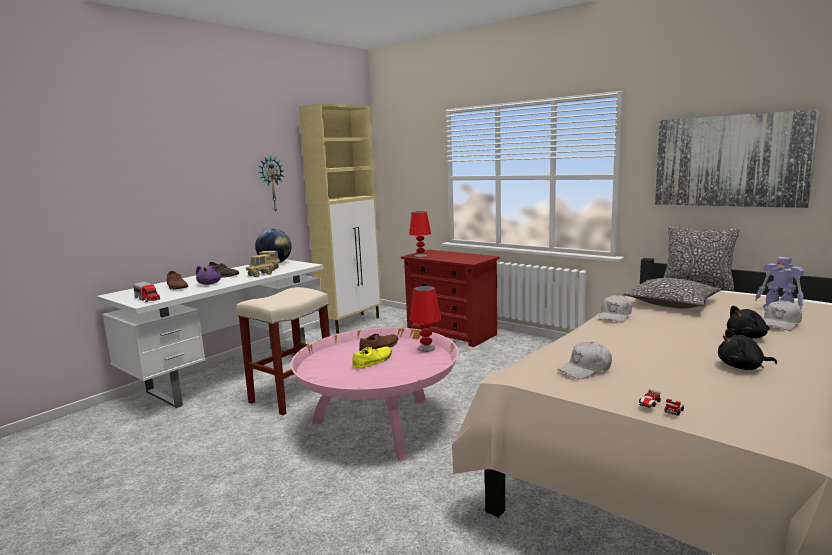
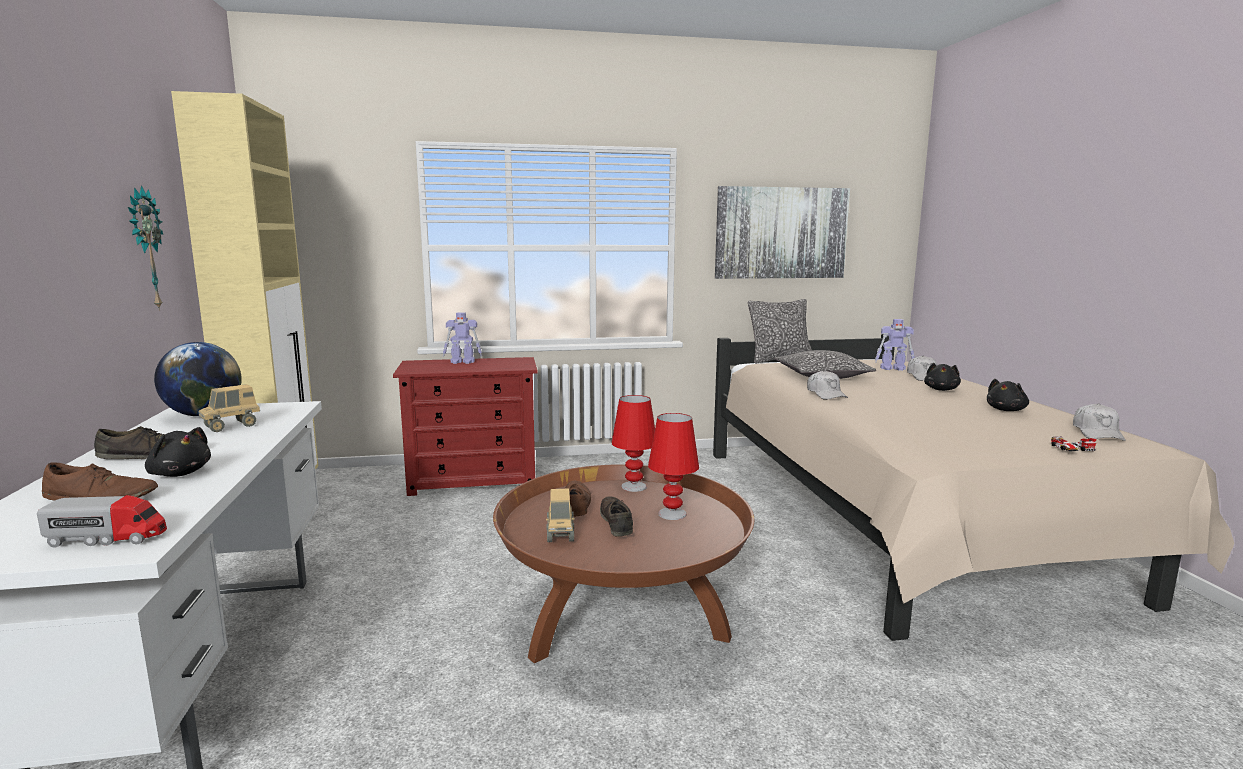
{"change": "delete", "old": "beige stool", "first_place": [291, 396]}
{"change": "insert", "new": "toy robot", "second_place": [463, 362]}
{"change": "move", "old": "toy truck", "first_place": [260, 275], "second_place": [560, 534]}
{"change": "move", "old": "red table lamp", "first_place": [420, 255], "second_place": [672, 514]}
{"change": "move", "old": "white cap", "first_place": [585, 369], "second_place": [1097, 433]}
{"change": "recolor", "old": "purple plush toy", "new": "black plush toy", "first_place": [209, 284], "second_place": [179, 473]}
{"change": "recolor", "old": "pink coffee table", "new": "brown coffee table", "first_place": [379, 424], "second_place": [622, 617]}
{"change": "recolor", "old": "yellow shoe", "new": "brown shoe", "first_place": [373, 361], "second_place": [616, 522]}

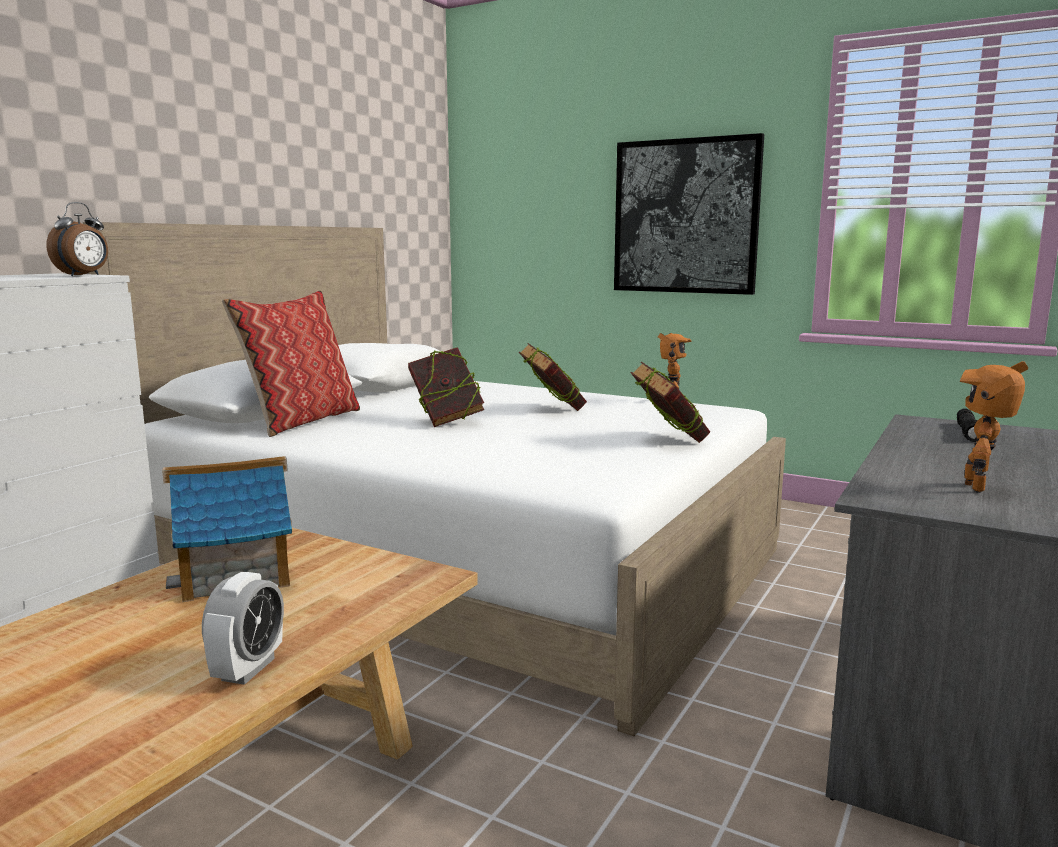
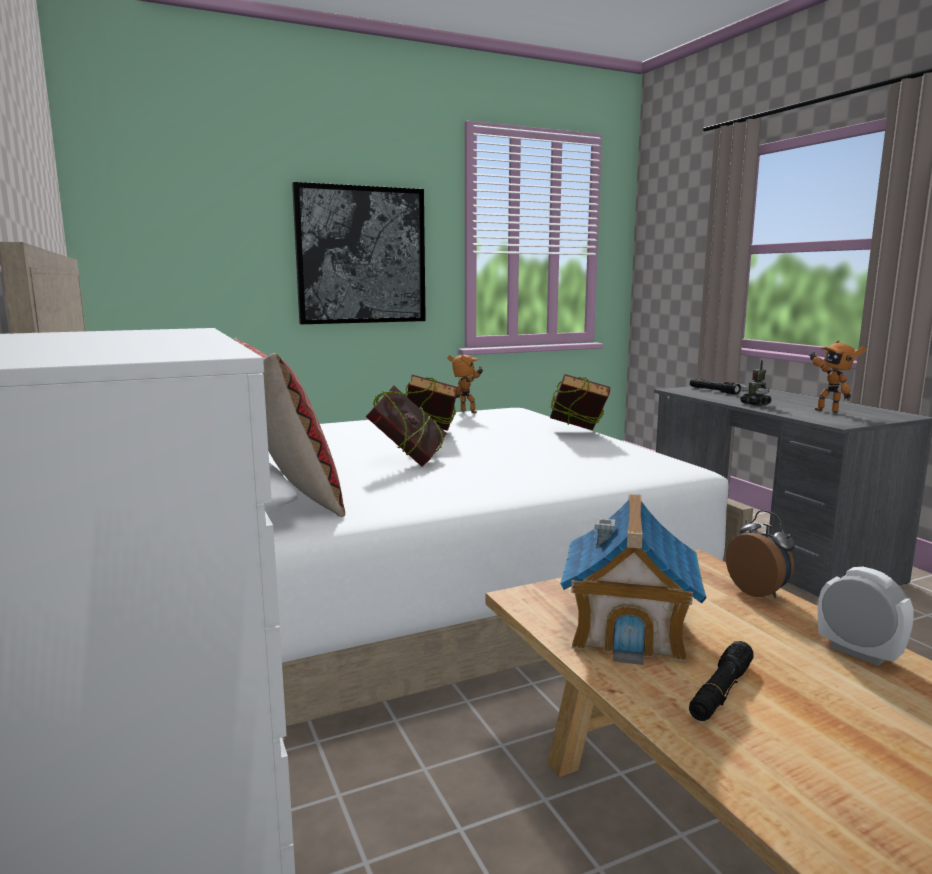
{"change": "insert", "new": "black flashlight", "second_place": [720, 691]}
{"change": "insert", "new": "toy robot", "second_place": [755, 404]}
{"change": "move", "old": "alarm clock", "first_place": [84, 275], "second_place": [759, 591]}

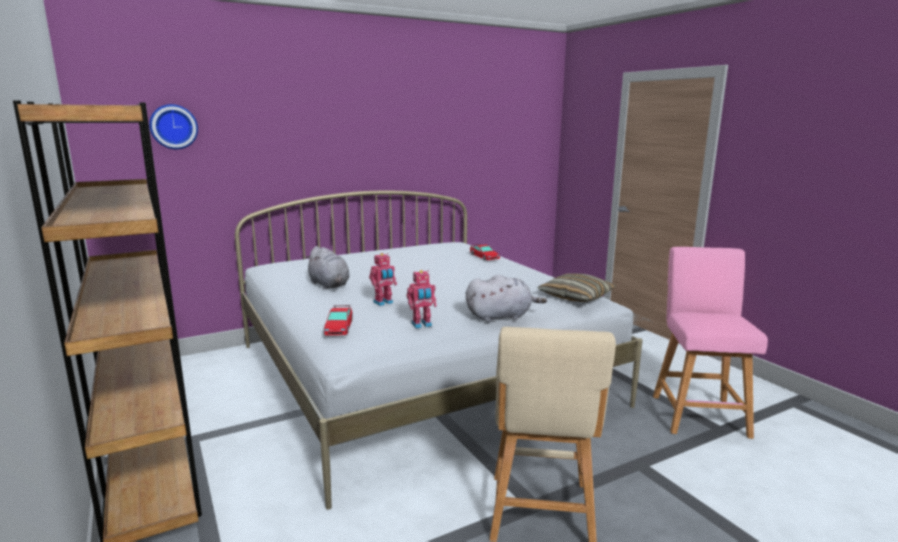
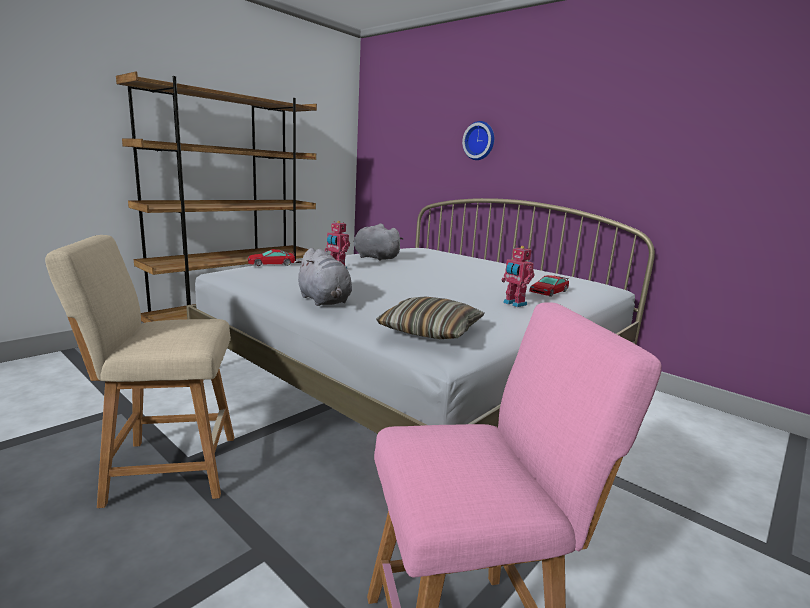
{"change": "move", "old": "wall clock", "first_place": [173, 127], "second_place": [480, 141]}
{"change": "move", "old": "toy robot", "first_place": [422, 325], "second_place": [514, 304]}
{"change": "rotate", "old": "grey plush toy", "first_place": [329, 285], "second_place": [374, 258], "degrees": 90}

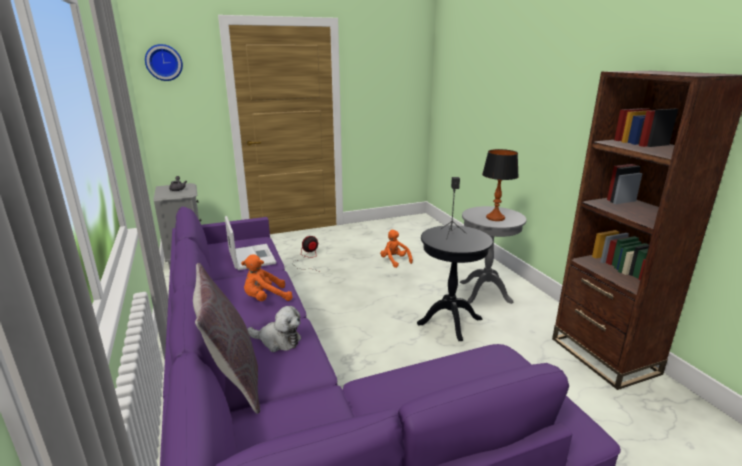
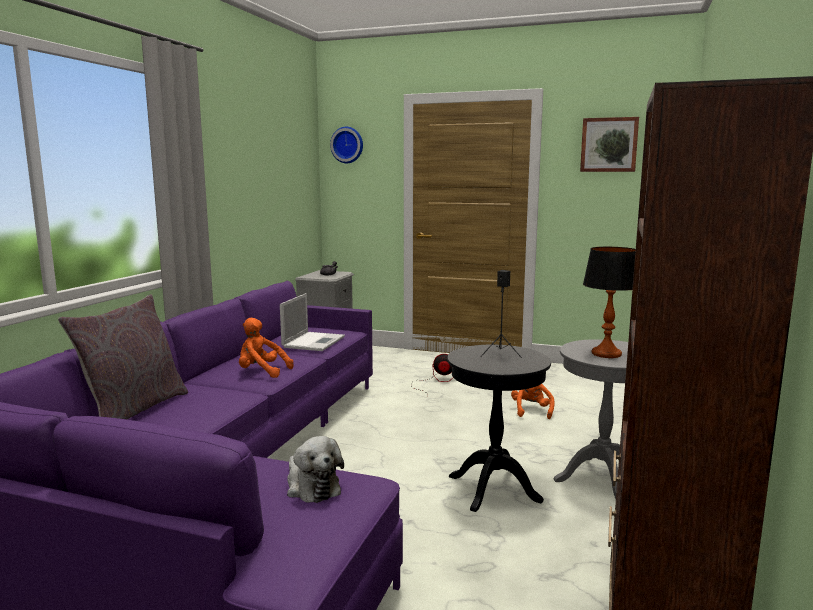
{"change": "insert", "new": "picture", "second_place": [609, 145]}
{"change": "move", "old": "plush toy", "first_place": [278, 340], "second_place": [311, 486]}

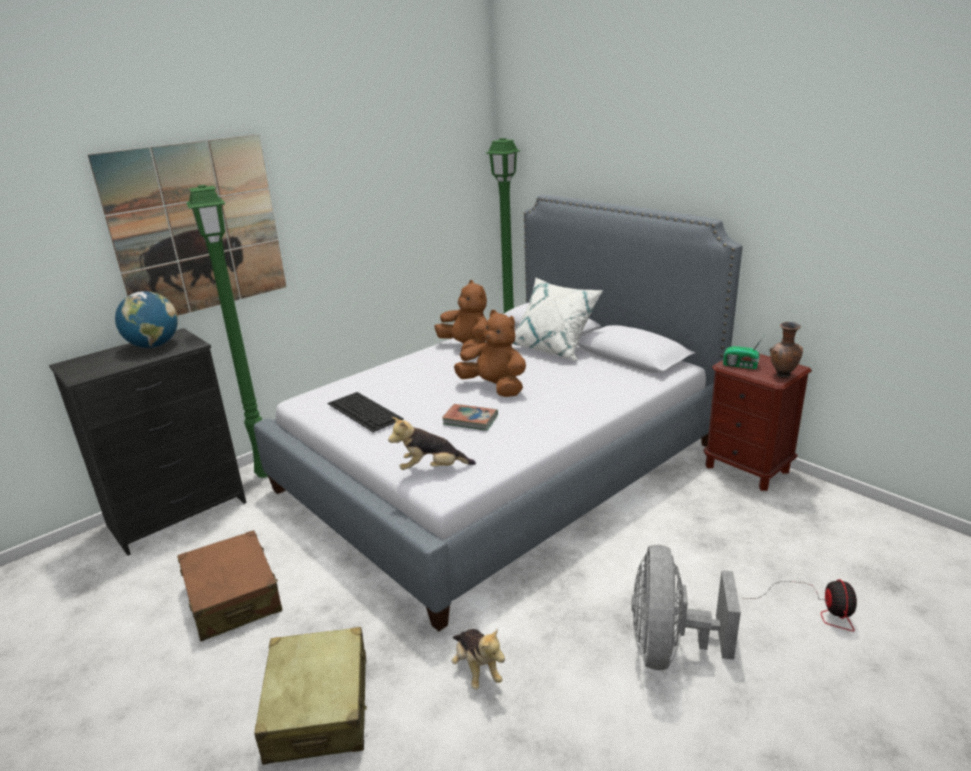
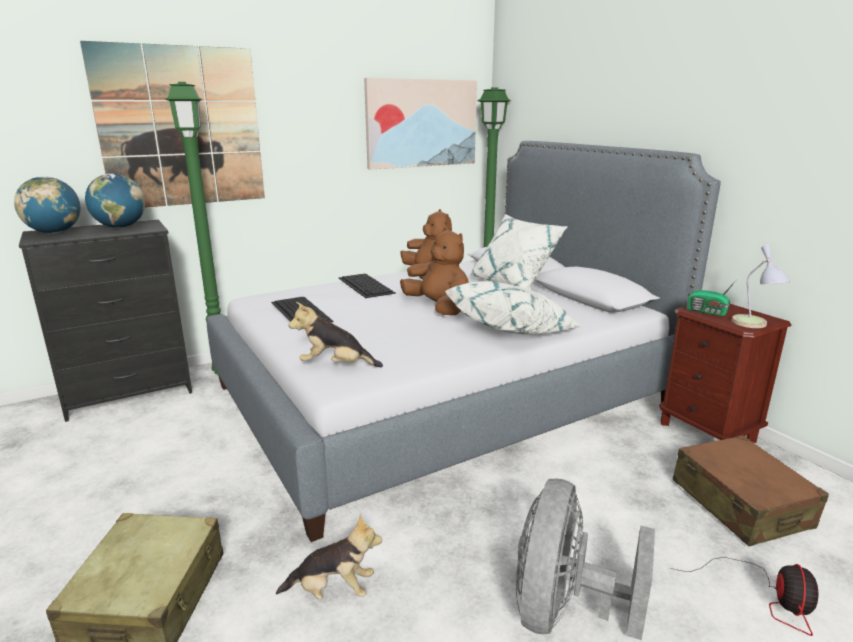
{"change": "delete", "old": "book", "first_place": [470, 420]}
{"change": "insert", "new": "globe", "second_place": [54, 232]}
{"change": "insert", "new": "keyboard", "second_place": [366, 285]}
{"change": "insert", "new": "picture", "second_place": [421, 123]}
{"change": "insert", "new": "white pillow", "second_place": [513, 331]}
{"change": "move", "old": "brown suitcase", "first_place": [233, 597], "second_place": [740, 504]}
{"change": "replace", "old": "brown vase", "new": "table lamp", "first_place": [782, 376], "second_place": [754, 325]}
{"change": "rotate", "old": "plush toy", "first_place": [477, 669], "second_place": [333, 591], "degrees": -75}

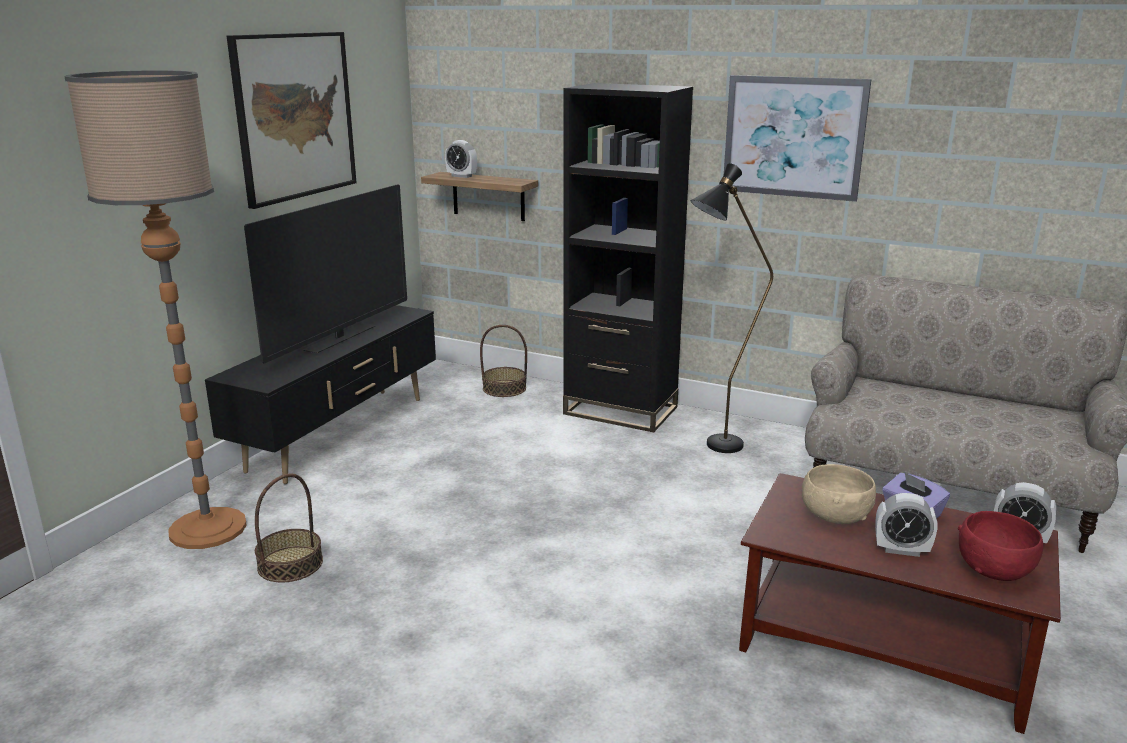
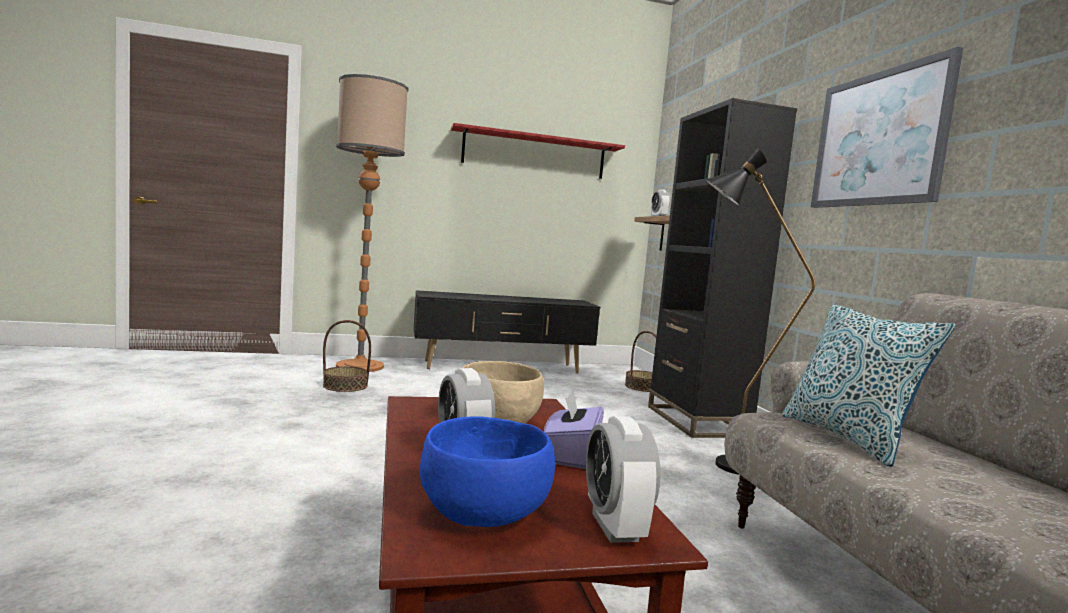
{"change": "delete", "old": "television", "first_place": [340, 338]}
{"change": "insert", "new": "pillow", "second_place": [847, 438]}
{"change": "replace", "old": "picture", "new": "red shelf", "first_place": [295, 116], "second_place": [534, 154]}
{"change": "recolor", "old": "red bowl", "new": "blue bowl", "first_place": [994, 569], "second_place": [485, 513]}

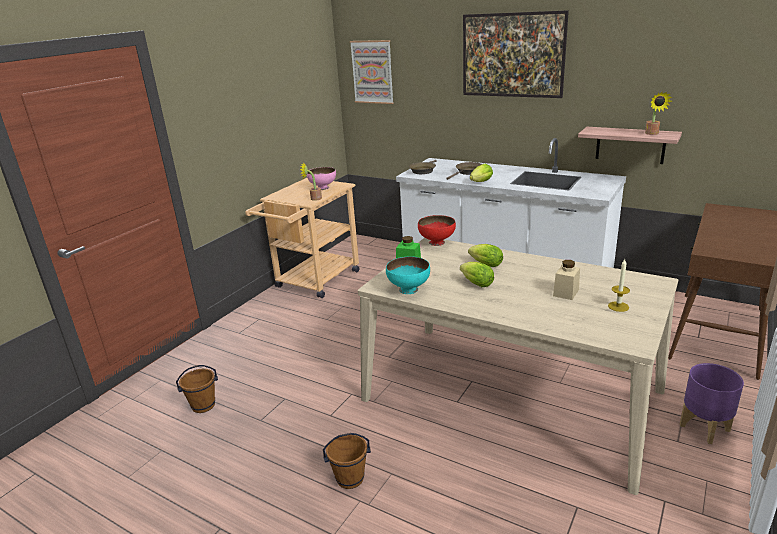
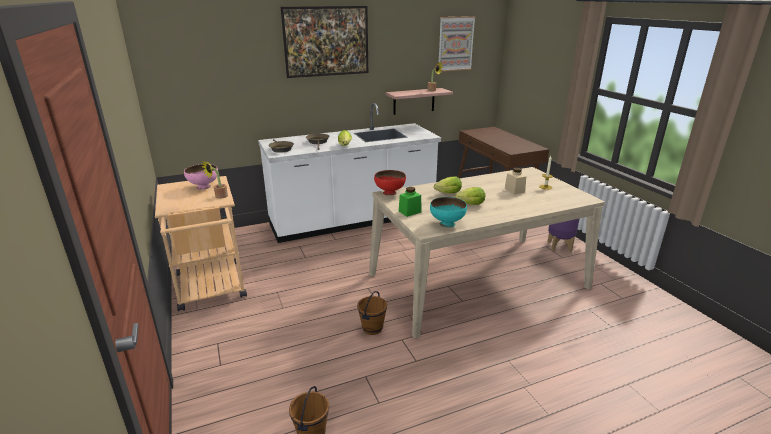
{"change": "move", "old": "brown bucket", "first_place": [350, 479], "second_place": [372, 328]}
{"change": "move", "old": "picture", "first_place": [372, 72], "second_place": [455, 44]}

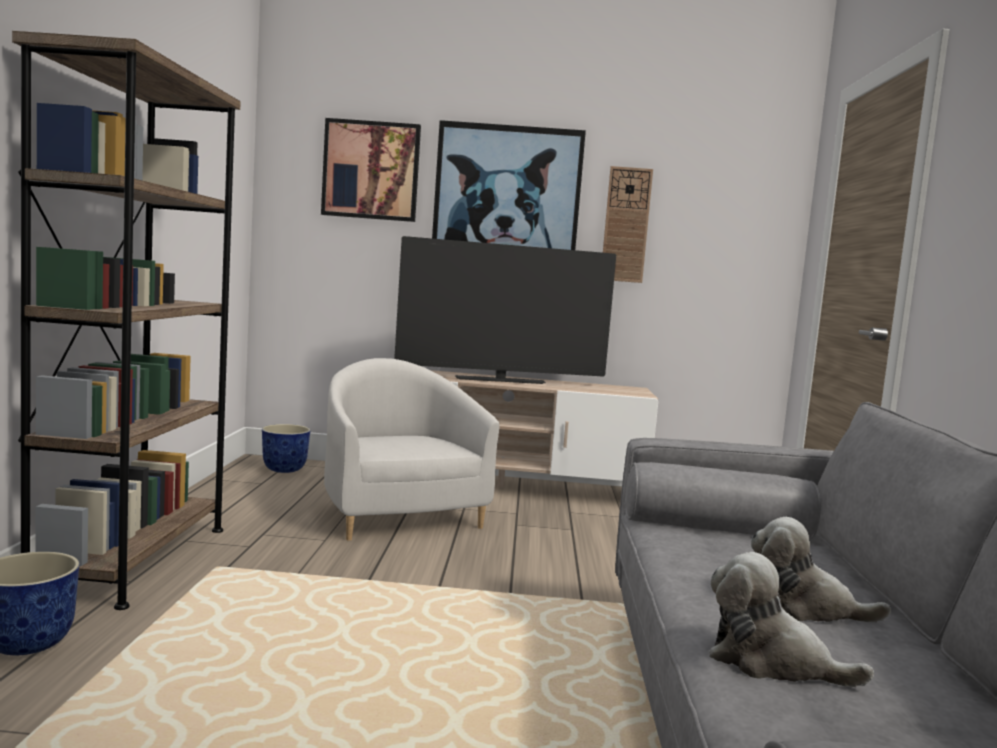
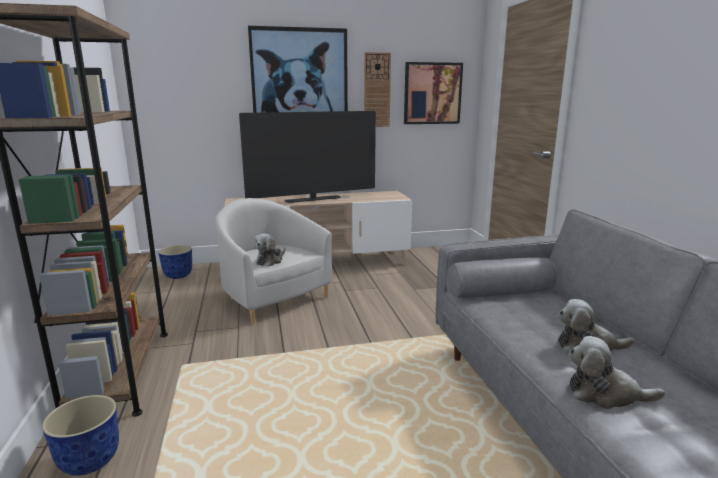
{"change": "insert", "new": "plush toy", "second_place": [270, 260]}
{"change": "move", "old": "picture", "first_place": [371, 170], "second_place": [432, 93]}

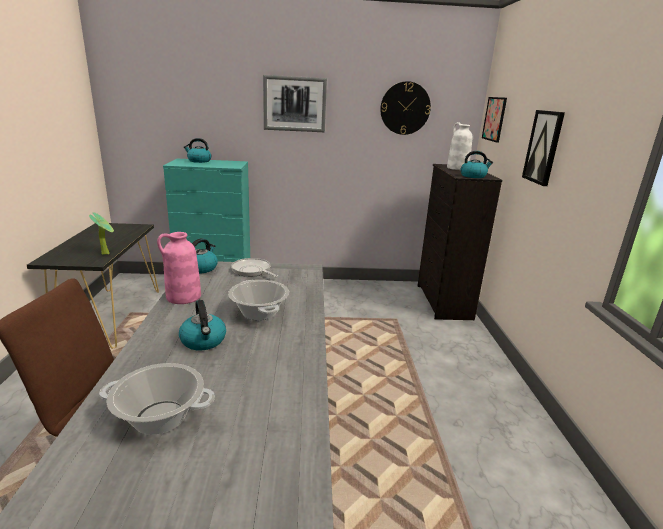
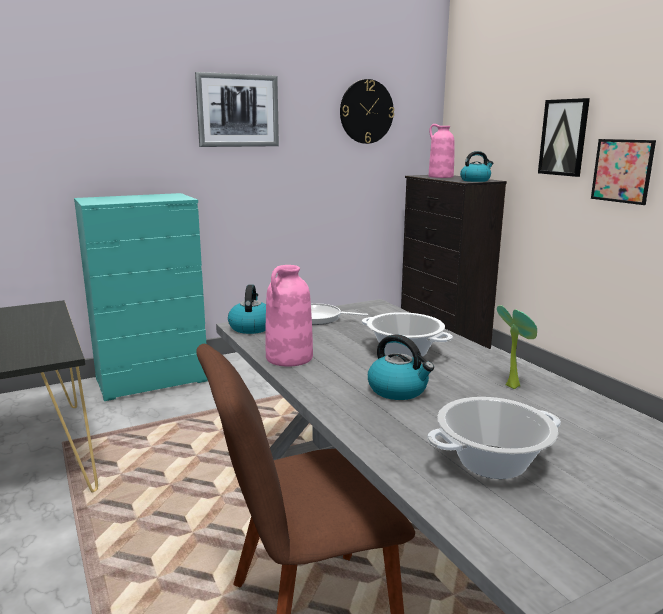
{"change": "delete", "old": "kettle", "first_place": [199, 161]}
{"change": "move", "old": "potted plant", "first_place": [107, 253], "second_place": [512, 385]}
{"change": "move", "old": "picture", "first_place": [494, 119], "second_place": [622, 171]}
{"change": "recolor", "old": "white vase", "new": "pink vase", "first_place": [457, 168], "second_place": [440, 177]}

